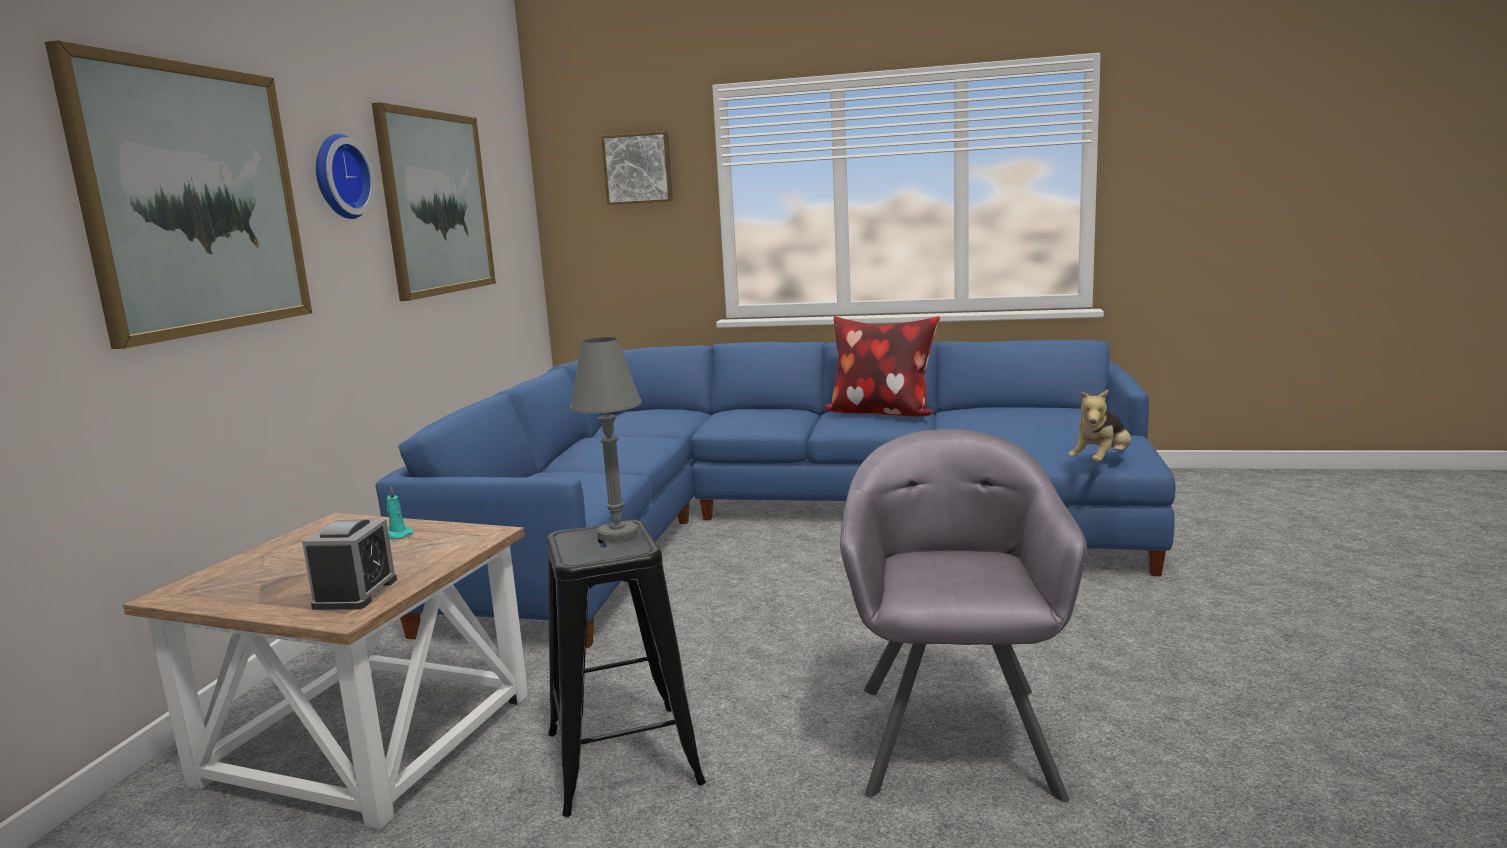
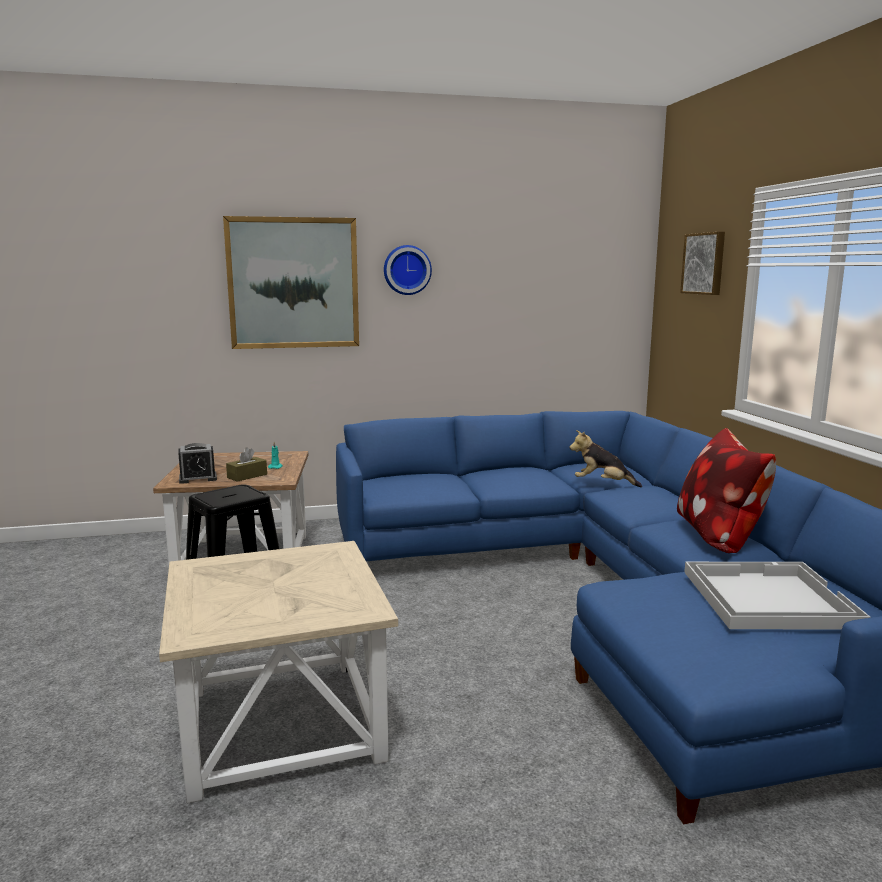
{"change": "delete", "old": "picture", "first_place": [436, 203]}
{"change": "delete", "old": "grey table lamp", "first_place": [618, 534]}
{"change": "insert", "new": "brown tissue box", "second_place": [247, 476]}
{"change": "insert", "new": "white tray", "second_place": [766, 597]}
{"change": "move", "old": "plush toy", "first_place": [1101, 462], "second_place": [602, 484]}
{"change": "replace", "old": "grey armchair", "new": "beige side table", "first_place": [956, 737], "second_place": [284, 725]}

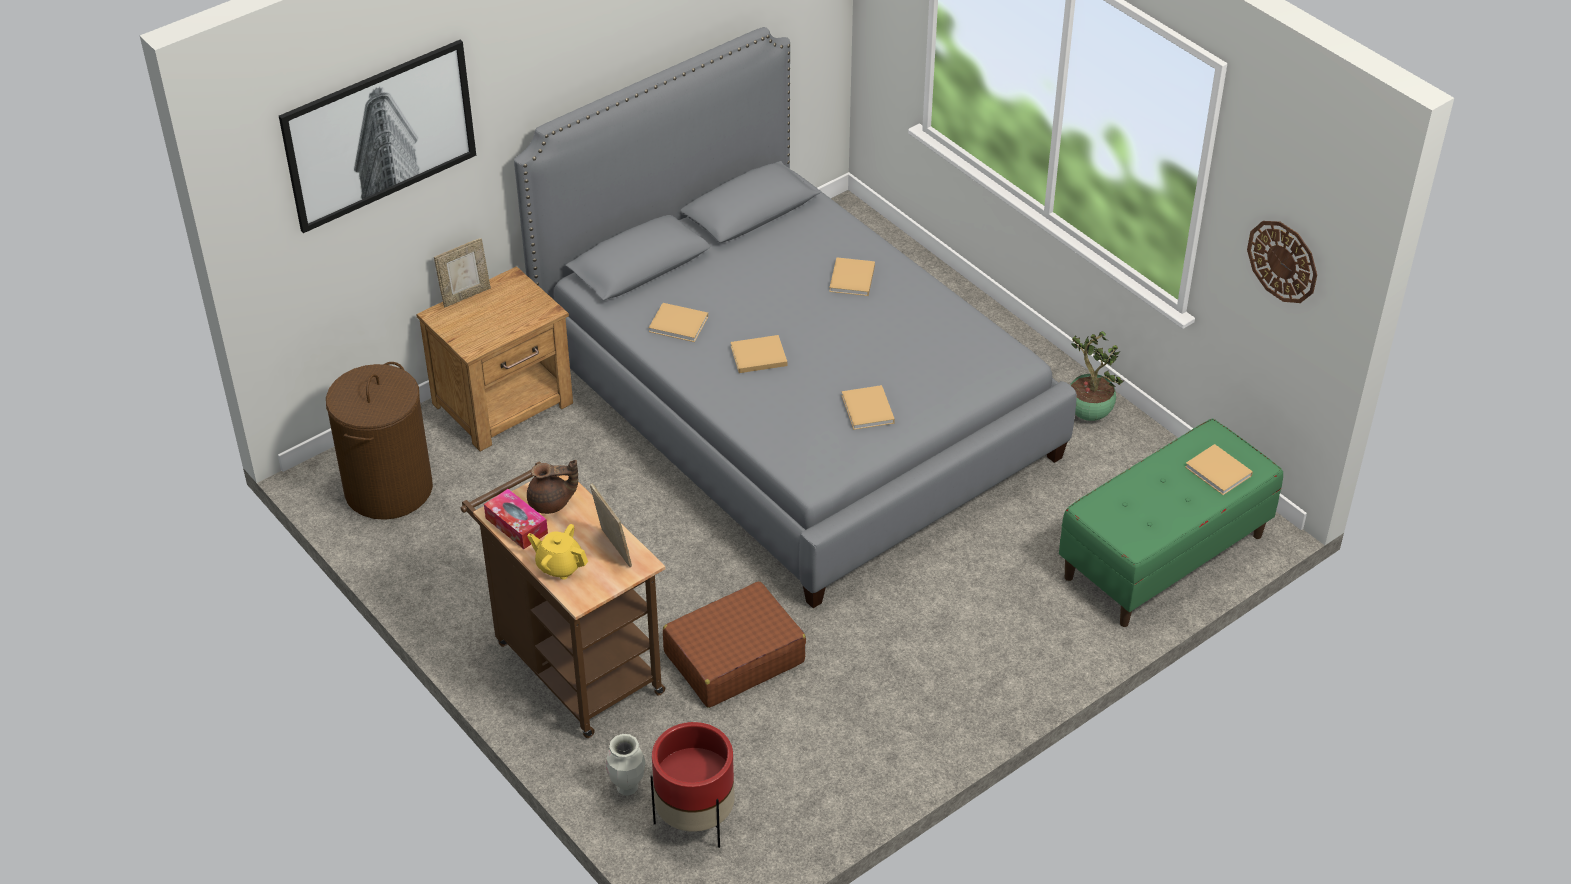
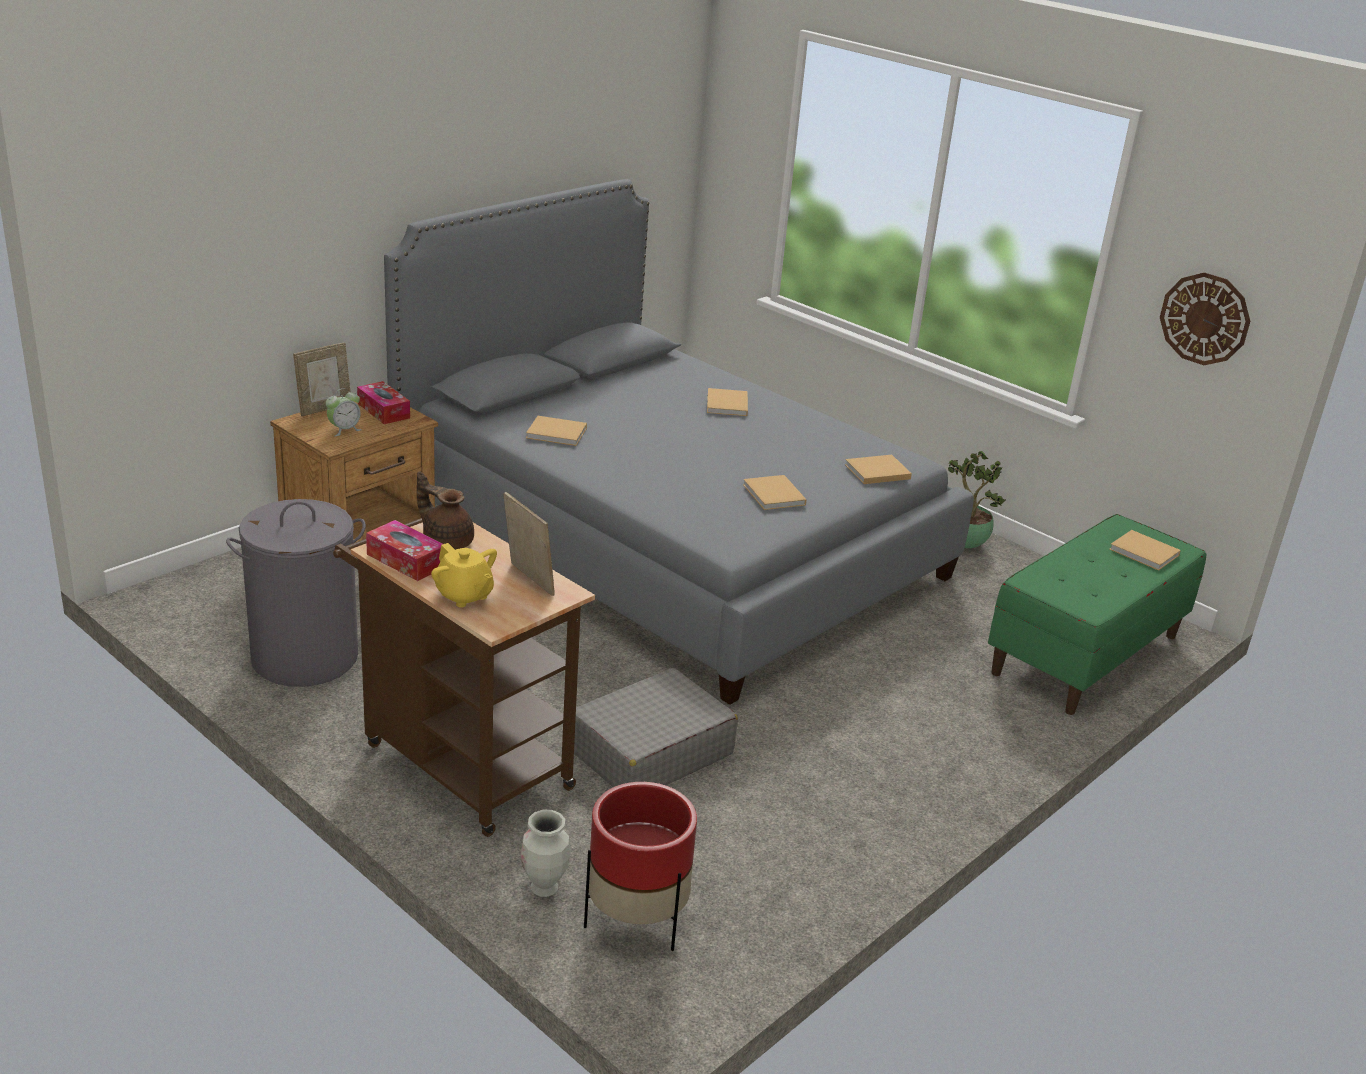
{"change": "delete", "old": "picture", "first_place": [380, 135]}
{"change": "delete", "old": "brown laundry basket", "first_place": [389, 489]}
{"change": "insert", "new": "grey laundry basket", "second_place": [304, 658]}
{"change": "insert", "new": "alarm clock", "second_place": [344, 430]}
{"change": "insert", "new": "tissue box", "second_place": [383, 411]}
{"change": "move", "old": "beige book", "first_place": [757, 356], "second_place": [875, 472]}
{"change": "recolor", "old": "brown suitcase", "new": "grey suitcase", "first_place": [733, 657], "second_place": [649, 752]}
{"change": "rotate", "old": "brown teapot", "first_place": [551, 503], "second_place": [446, 541], "degrees": -135}
{"change": "rotate", "old": "yellow teapot", "first_place": [559, 566], "second_place": [464, 595], "degrees": -150}

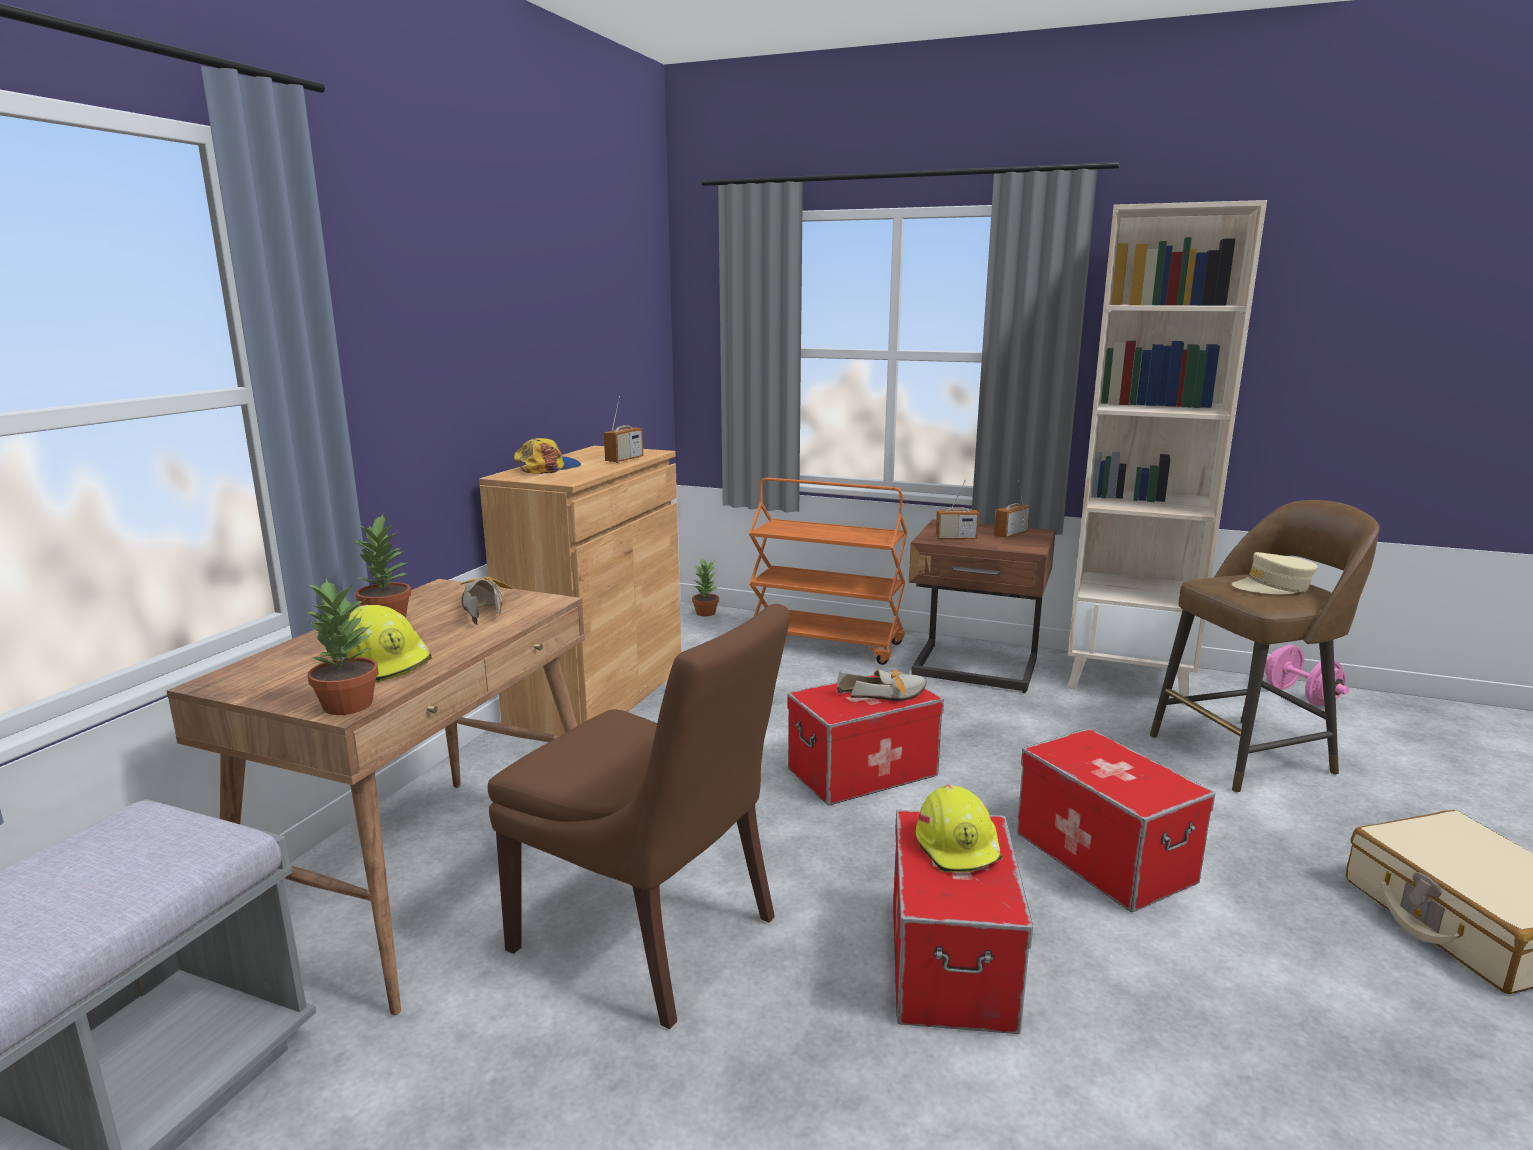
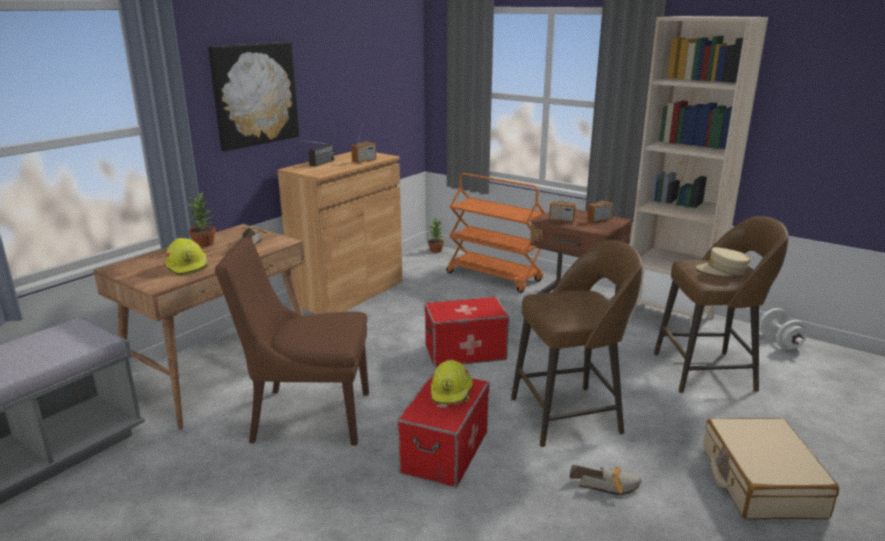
{"change": "delete", "old": "potted plant", "first_place": [347, 705]}
{"change": "insert", "new": "picture", "second_place": [254, 94]}
{"change": "move", "old": "shoe", "first_place": [888, 695], "second_place": [609, 486]}
{"change": "replace", "old": "cap", "new": "radio", "first_place": [547, 468], "second_place": [317, 164]}
{"change": "replace", "old": "storage box", "new": "brown stool", "first_place": [1104, 857], "second_place": [569, 415]}
{"change": "recolor", "old": "pink dumbbell", "new": "white dumbbell", "first_place": [1300, 696], "second_place": [779, 342]}
{"change": "rotate", "old": "brown chair", "first_place": [651, 938], "second_place": [307, 416], "degrees": 135}

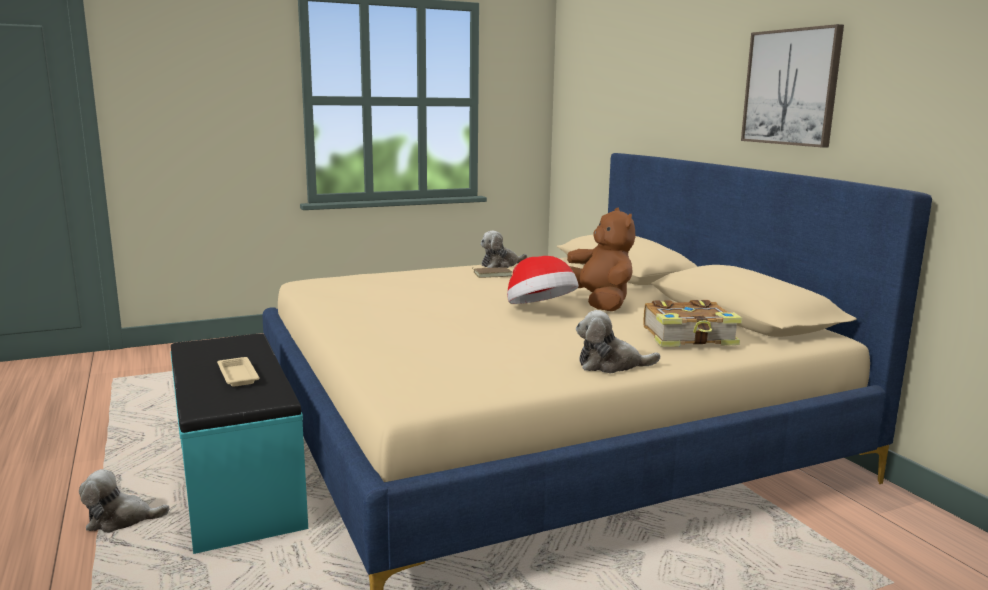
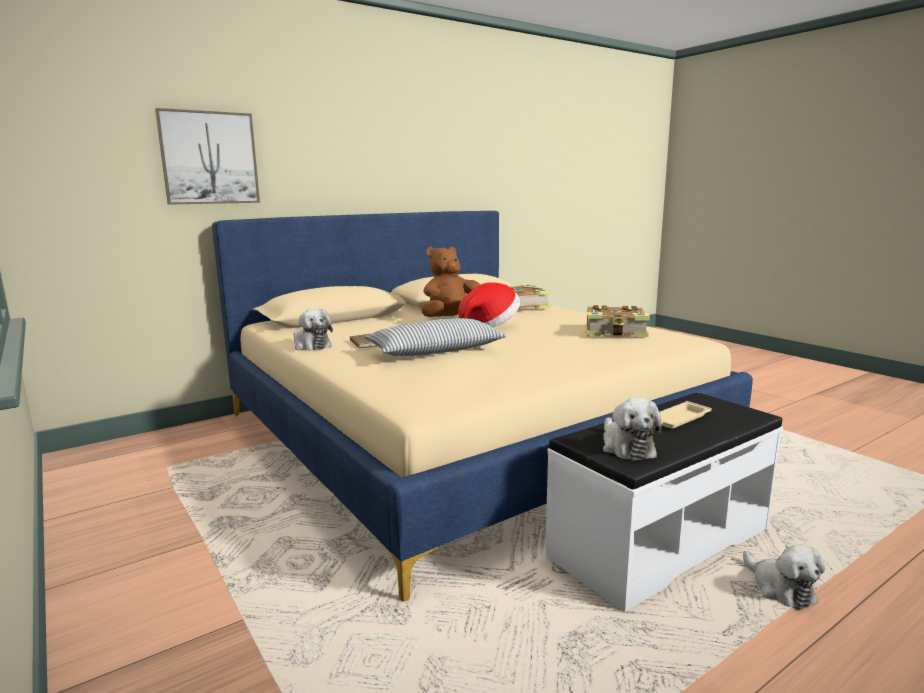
{"change": "insert", "new": "pillow", "second_place": [436, 351]}
{"change": "insert", "new": "book", "second_place": [616, 332]}
{"change": "move", "old": "plush toy", "first_place": [611, 365], "second_place": [626, 447]}
{"change": "move", "old": "picture", "first_place": [791, 87], "second_place": [209, 158]}
{"change": "recolor", "old": "turquoise bench", "new": "white bench", "first_place": [240, 484], "second_place": [659, 541]}

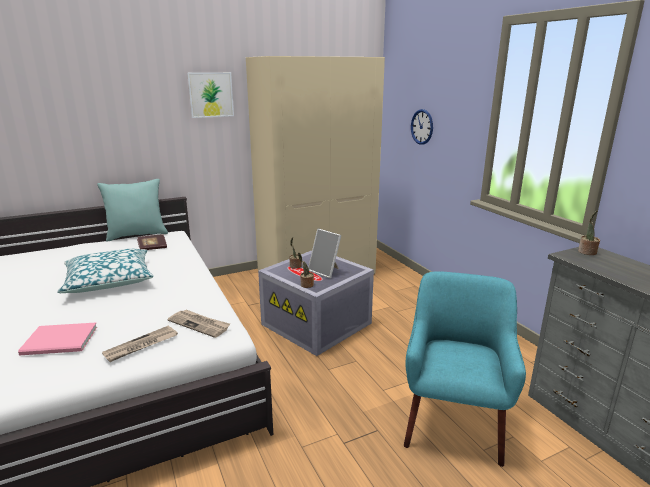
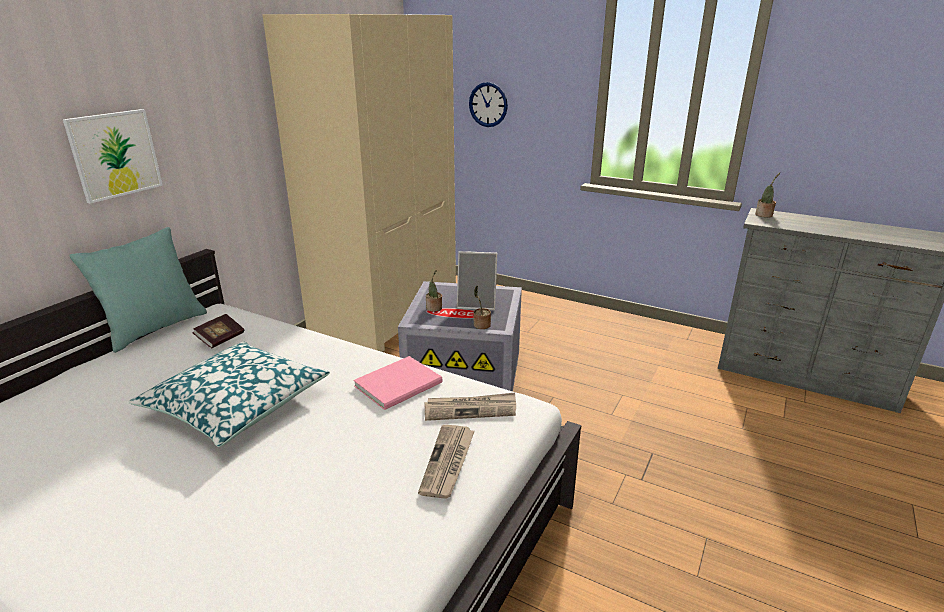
{"change": "delete", "old": "turquoise armchair", "first_place": [453, 423]}
{"change": "move", "old": "pink book", "first_place": [61, 341], "second_place": [401, 384]}
{"change": "move", "old": "picture", "first_place": [211, 95], "second_place": [115, 154]}

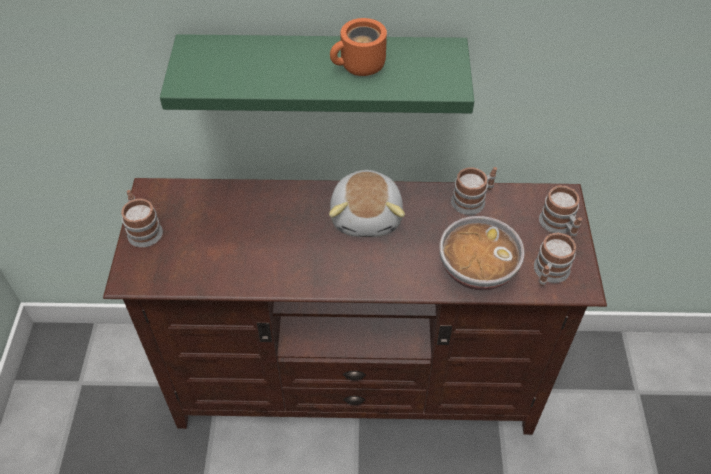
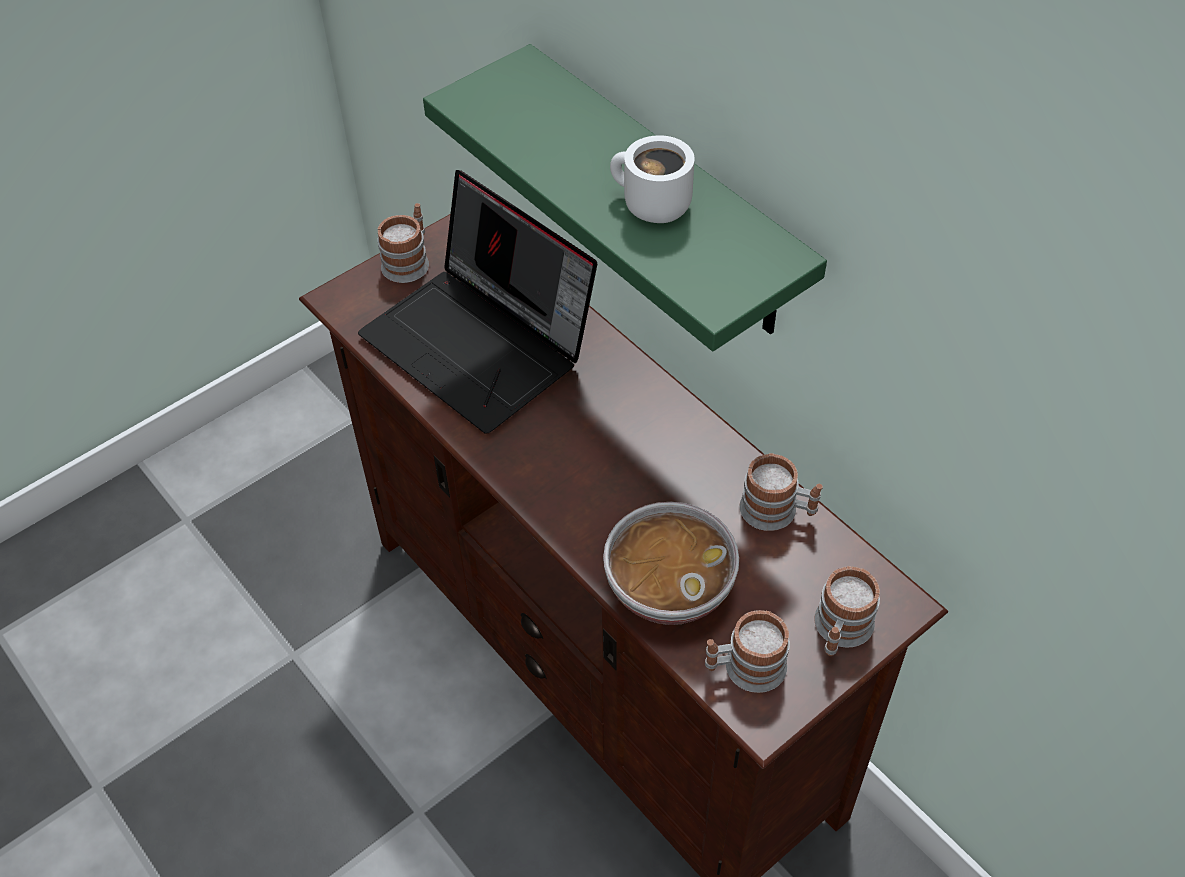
{"change": "delete", "old": "plush toy", "first_place": [367, 216]}
{"change": "insert", "new": "laptop", "second_place": [482, 344]}
{"change": "recolor", "old": "orange mug", "new": "white mug", "first_place": [359, 67], "second_place": [650, 205]}

